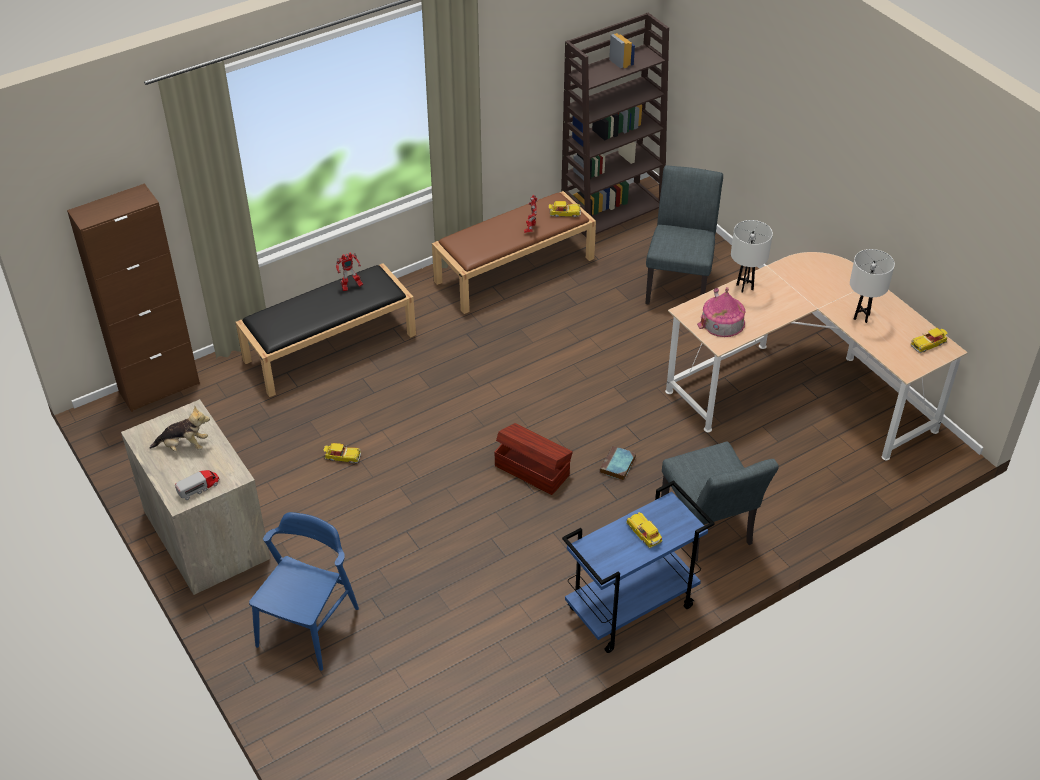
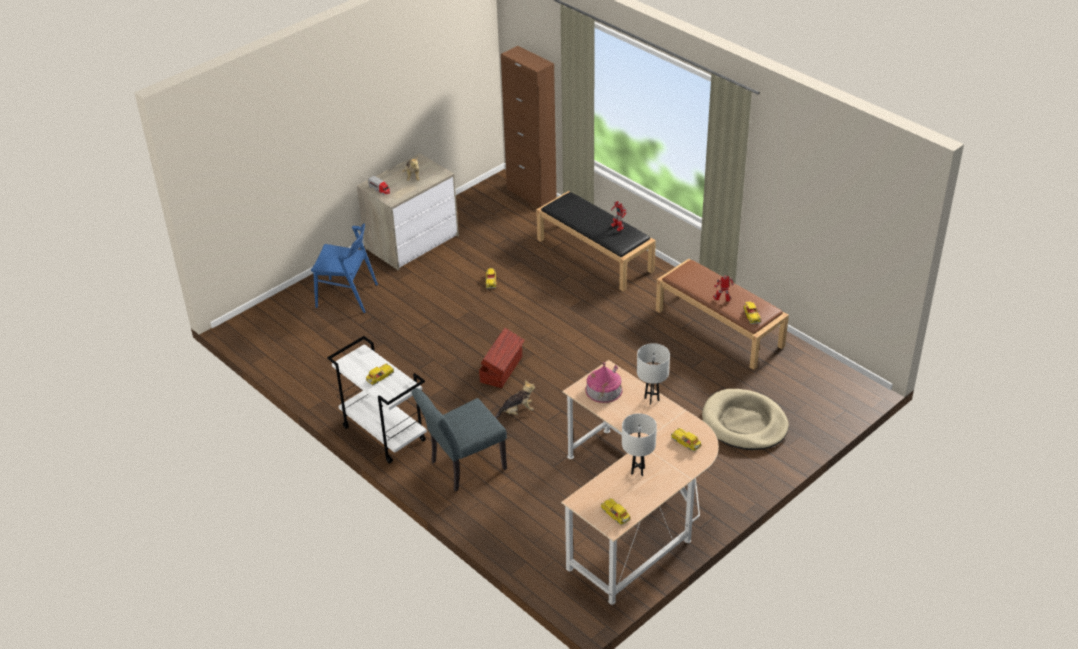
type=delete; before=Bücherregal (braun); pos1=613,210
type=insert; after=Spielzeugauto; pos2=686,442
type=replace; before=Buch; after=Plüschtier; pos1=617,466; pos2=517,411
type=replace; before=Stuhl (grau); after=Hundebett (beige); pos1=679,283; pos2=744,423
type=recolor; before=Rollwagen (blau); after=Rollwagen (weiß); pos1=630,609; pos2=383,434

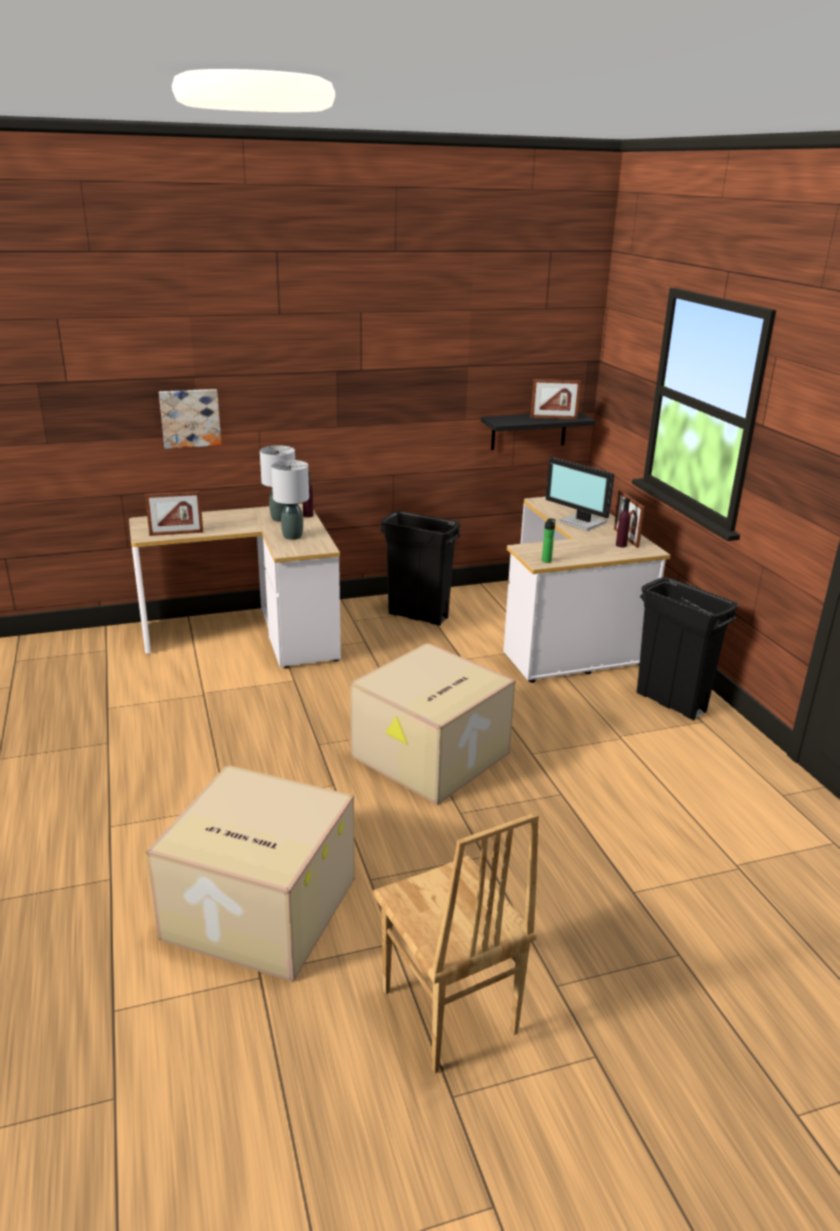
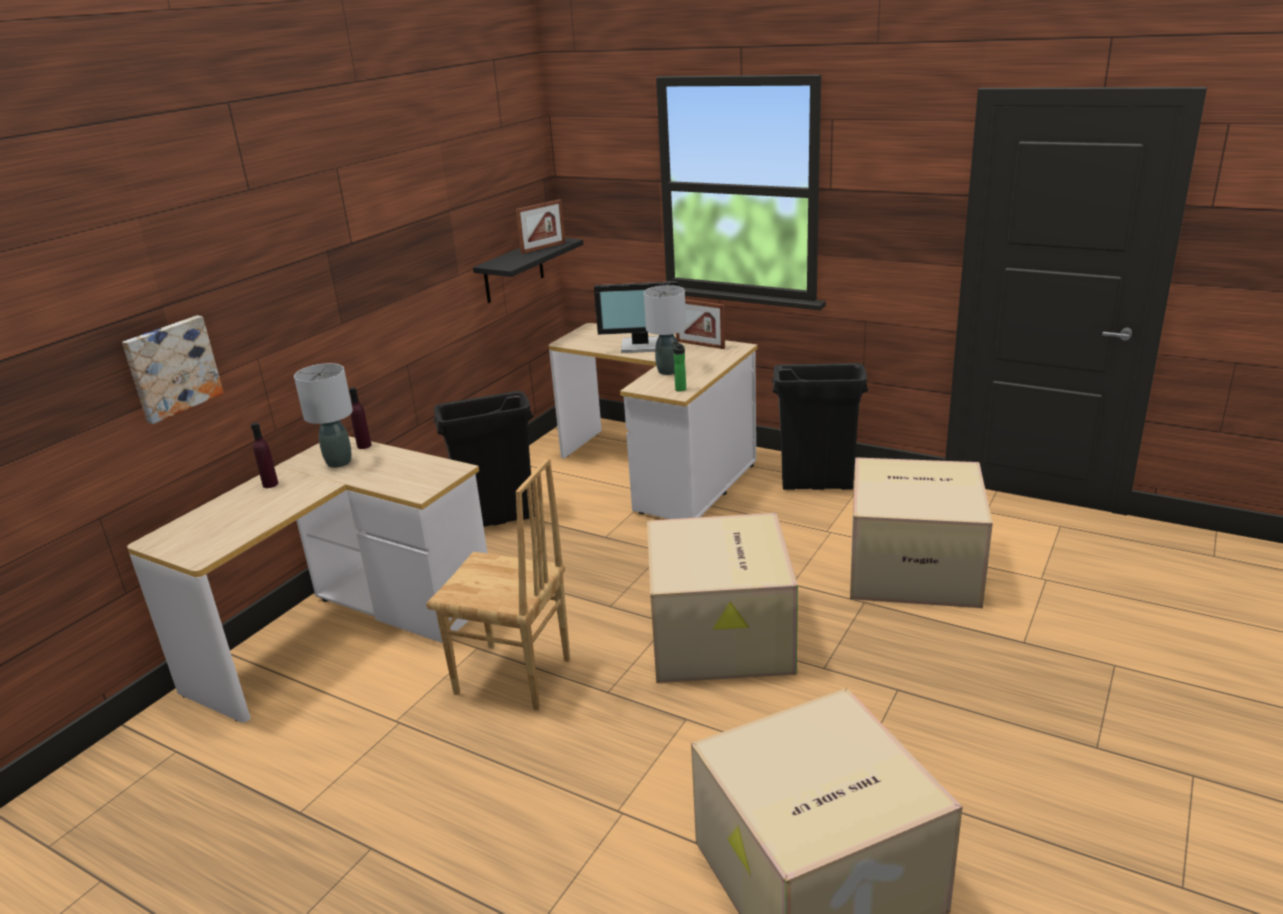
type=delete; before=Bilderrahmen; pos1=176,533
type=insert; after=Karton; pos2=915,567
type=move; before=Tischlampe (grau); pos1=293,536; pos2=668,371
type=move; before=Stuhl (braun); pos1=447,1013; pos2=513,678
type=move; before=Flasche (lila); pos1=621,545; pos2=270,484

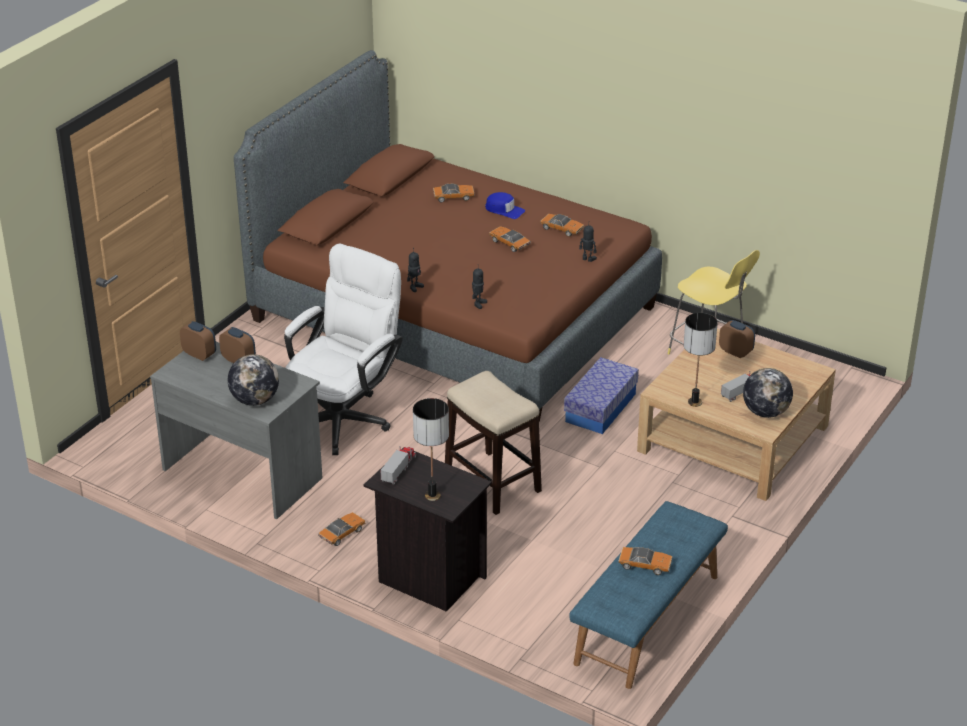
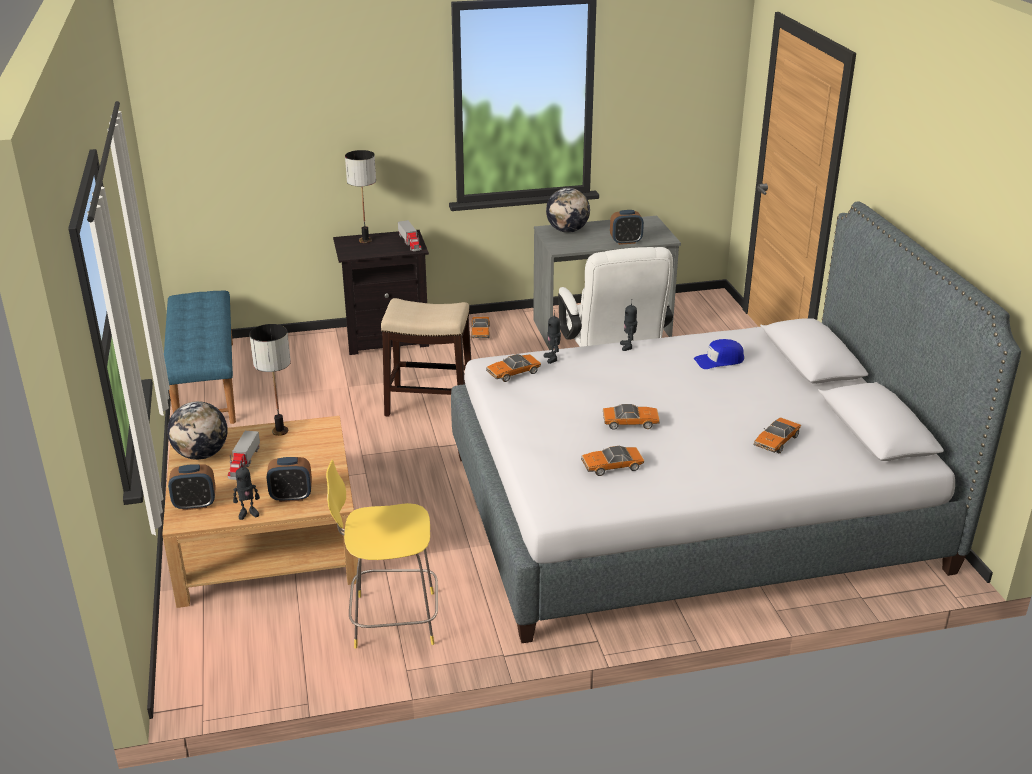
type=delete; before=Aufbewahrungsbox; pos1=600,407
type=move; before=Wecker; pos1=199,354; pos2=195,504
type=move; before=Kappe (blau); pos1=504,210; pos2=719,360
type=move; before=Spielzeugroboter; pos1=587,259; pos2=248,513
type=move; before=Spielzeugauto; pos1=645,565; pos2=513,373
type=recolor; before=Bett (braun); after=Bett (grau); pos1=452,313; pos2=691,510

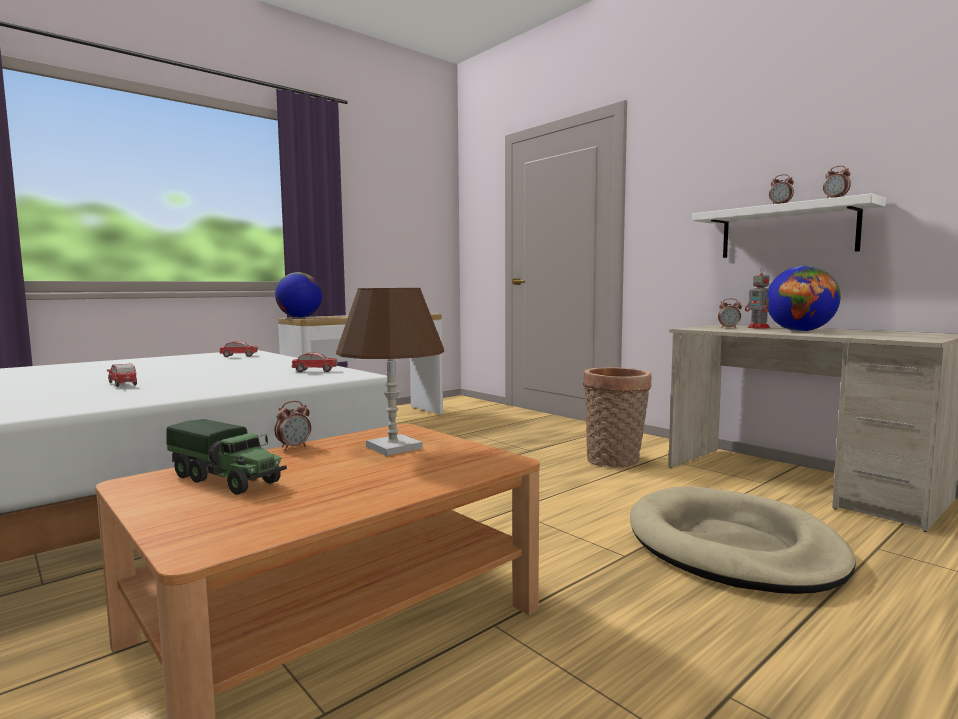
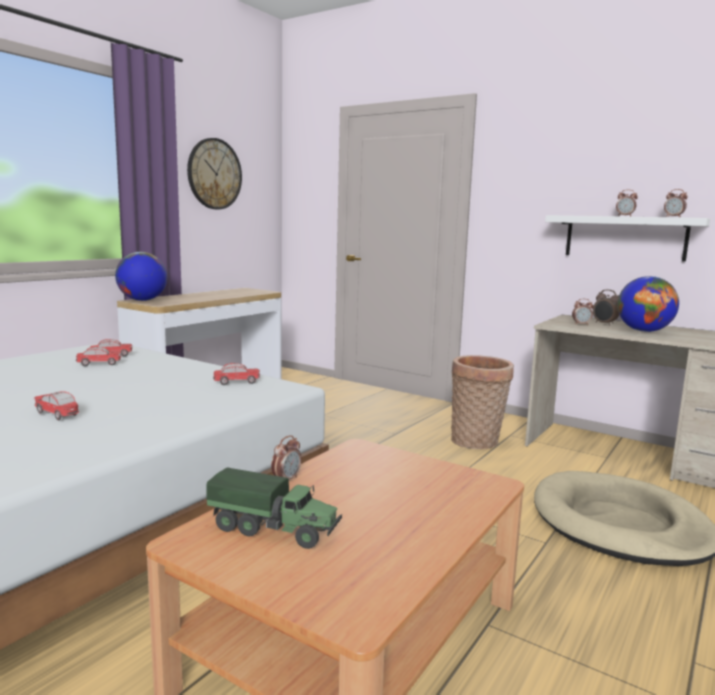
type=delete; before=Tischlampe (braun); pos1=393,447
type=insert; after=Spielzeugauto; pos2=98,364
type=insert; after=Wanduhr; pos2=214,174
type=replace; before=Spielzeugroboter; after=Wecker; pos1=759,328; pos2=604,324

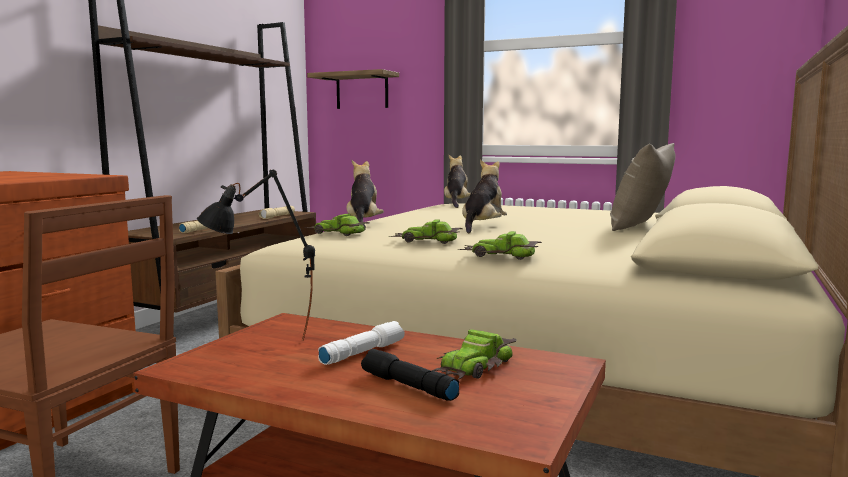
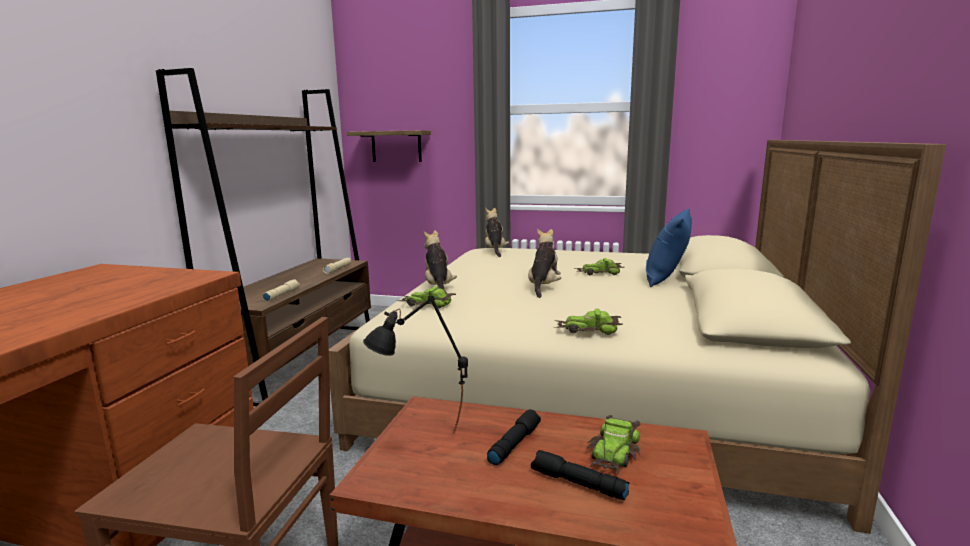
type=move; before=Spielzeugauto; pos1=426,241; pos2=599,273
type=recolor; before=Taschenlampe (weiß); after=Taschenlampe (schwarz); pos1=362,352; pos2=514,444
type=recolor; before=Kissen (beige); after=Kissen (blau); pos1=639,227; pos2=665,279

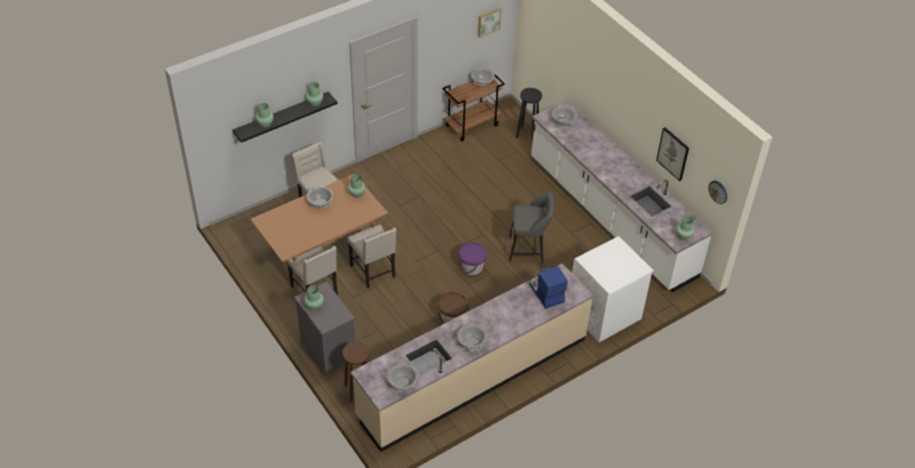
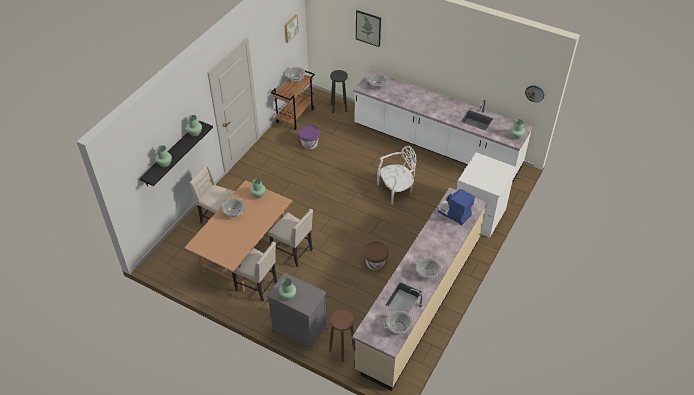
type=move; before=Eimer (lila); pos1=472,267; pos2=309,143
type=move; before=Bild; pos1=673,153; pos2=368,28
type=replace; before=Hocker (grau); after=Stuhl (weiß); pos1=529,249; pos2=396,190

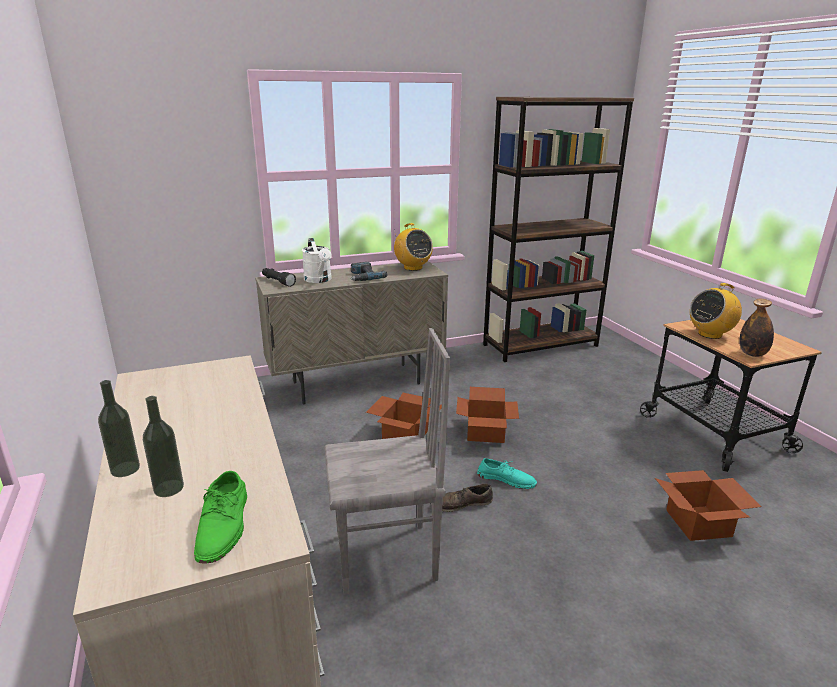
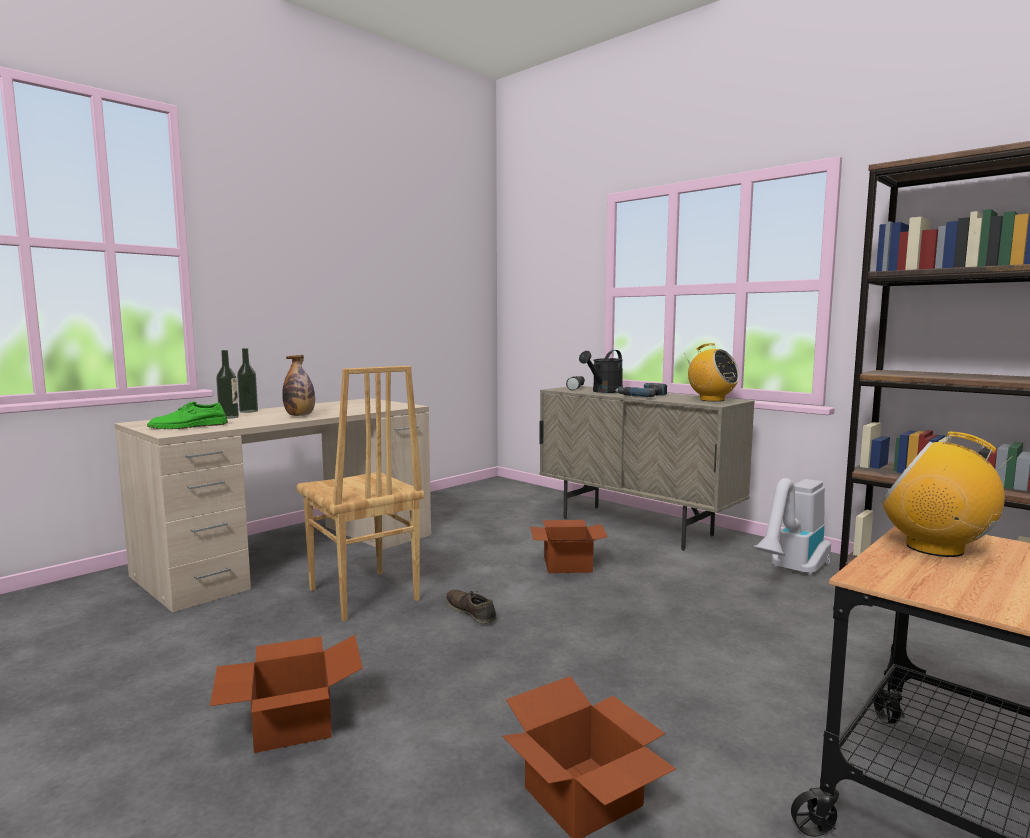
type=delete; before=Schuh (türkis); pos1=506,479
type=insert; after=Staubsauger; pos2=793,572
type=move; before=Karton; pos1=484,433; pos2=290,723
type=move; before=Flasche; pos1=752,354; pos2=300,415
type=recolor; before=Gießkanne (weiß); after=Gießkanne (schwarz); pos1=319,280; pos2=604,391
type=recolor; before=Stuhl (grau); after=Stuhl (braun); pos1=387,559; pos2=362,595
type=rotate; before=Radio; pos1=412,268; pos2=711,400; turn=-75

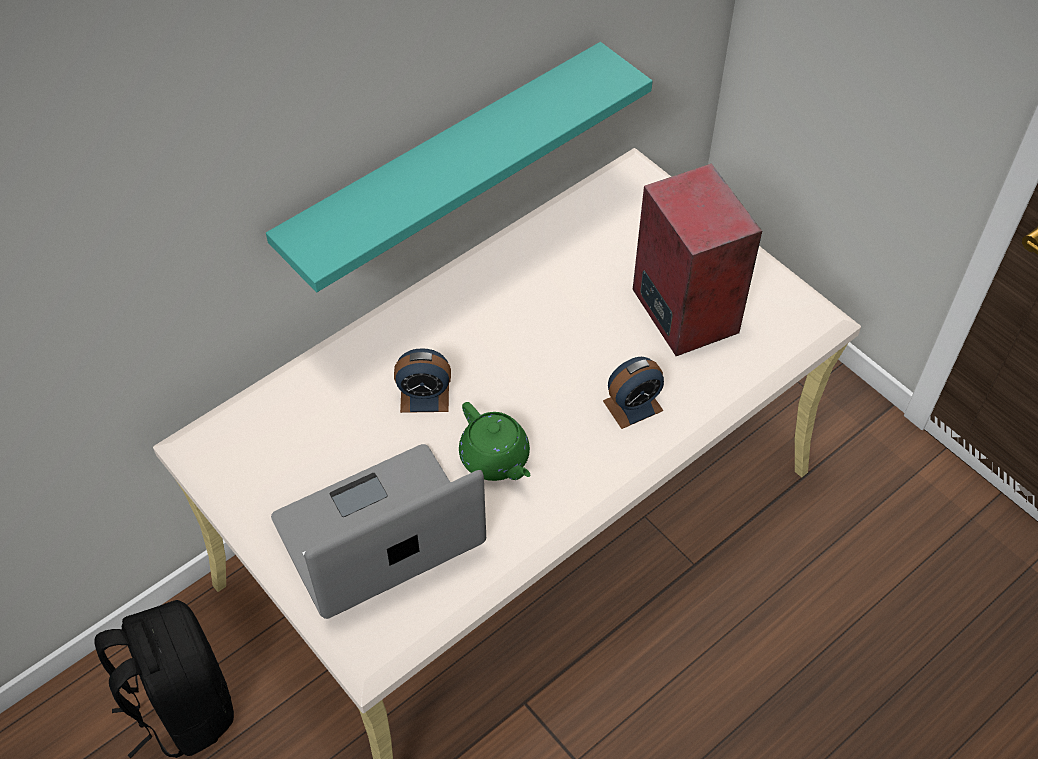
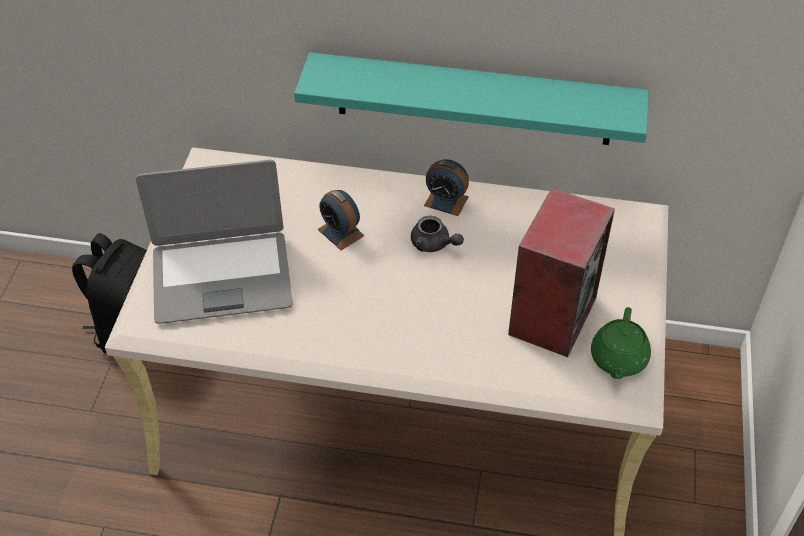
type=insert; after=Teekanne (grau); pos2=434,244
type=move; before=Teekanne (grün); pos1=495,459; pos2=618,360
type=move; before=Wecker; pos1=632,405; pos2=446,201
type=rotate; before=Laptop; pos1=379,535; pos2=222,277; turn=150

